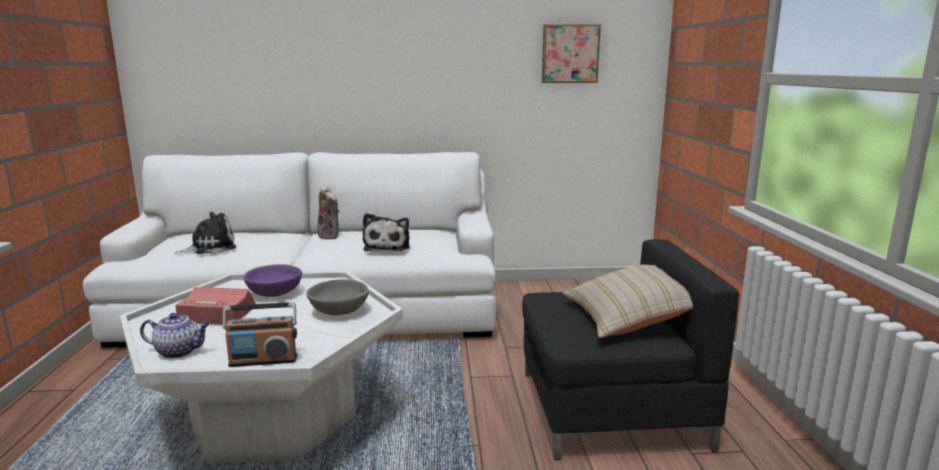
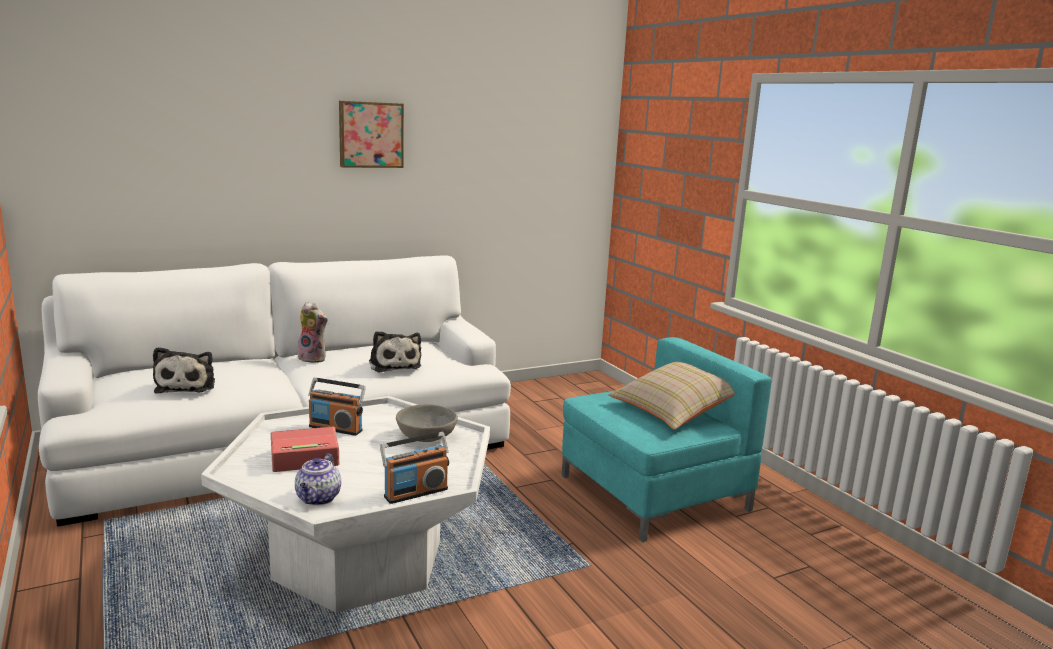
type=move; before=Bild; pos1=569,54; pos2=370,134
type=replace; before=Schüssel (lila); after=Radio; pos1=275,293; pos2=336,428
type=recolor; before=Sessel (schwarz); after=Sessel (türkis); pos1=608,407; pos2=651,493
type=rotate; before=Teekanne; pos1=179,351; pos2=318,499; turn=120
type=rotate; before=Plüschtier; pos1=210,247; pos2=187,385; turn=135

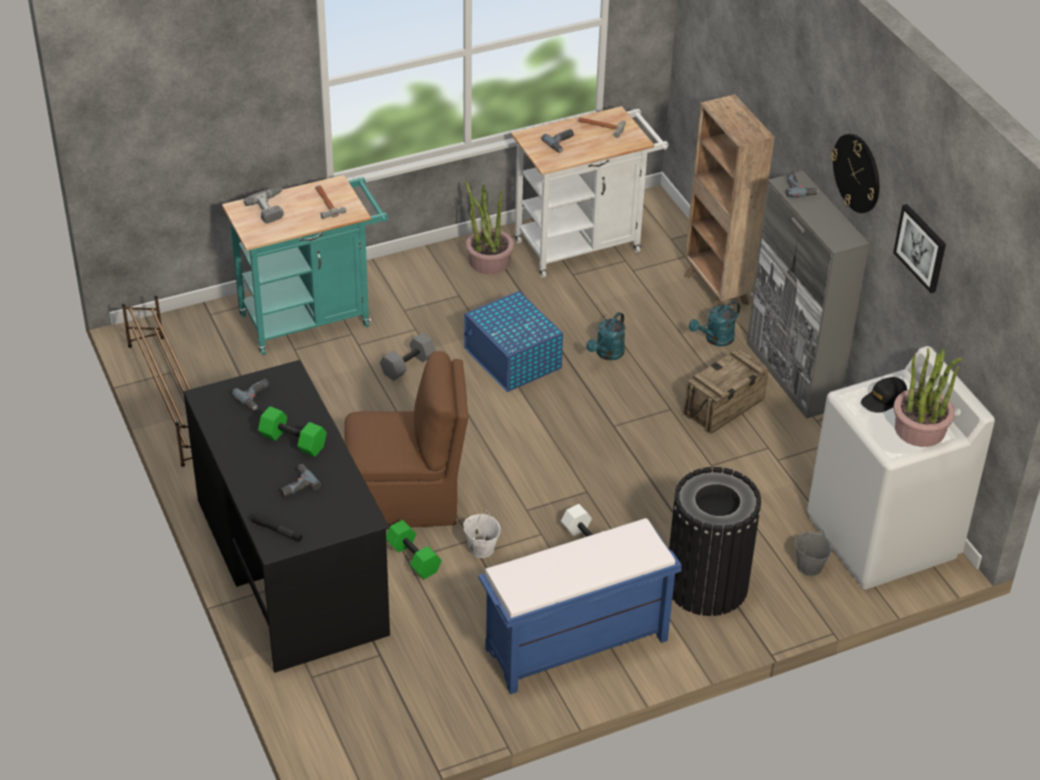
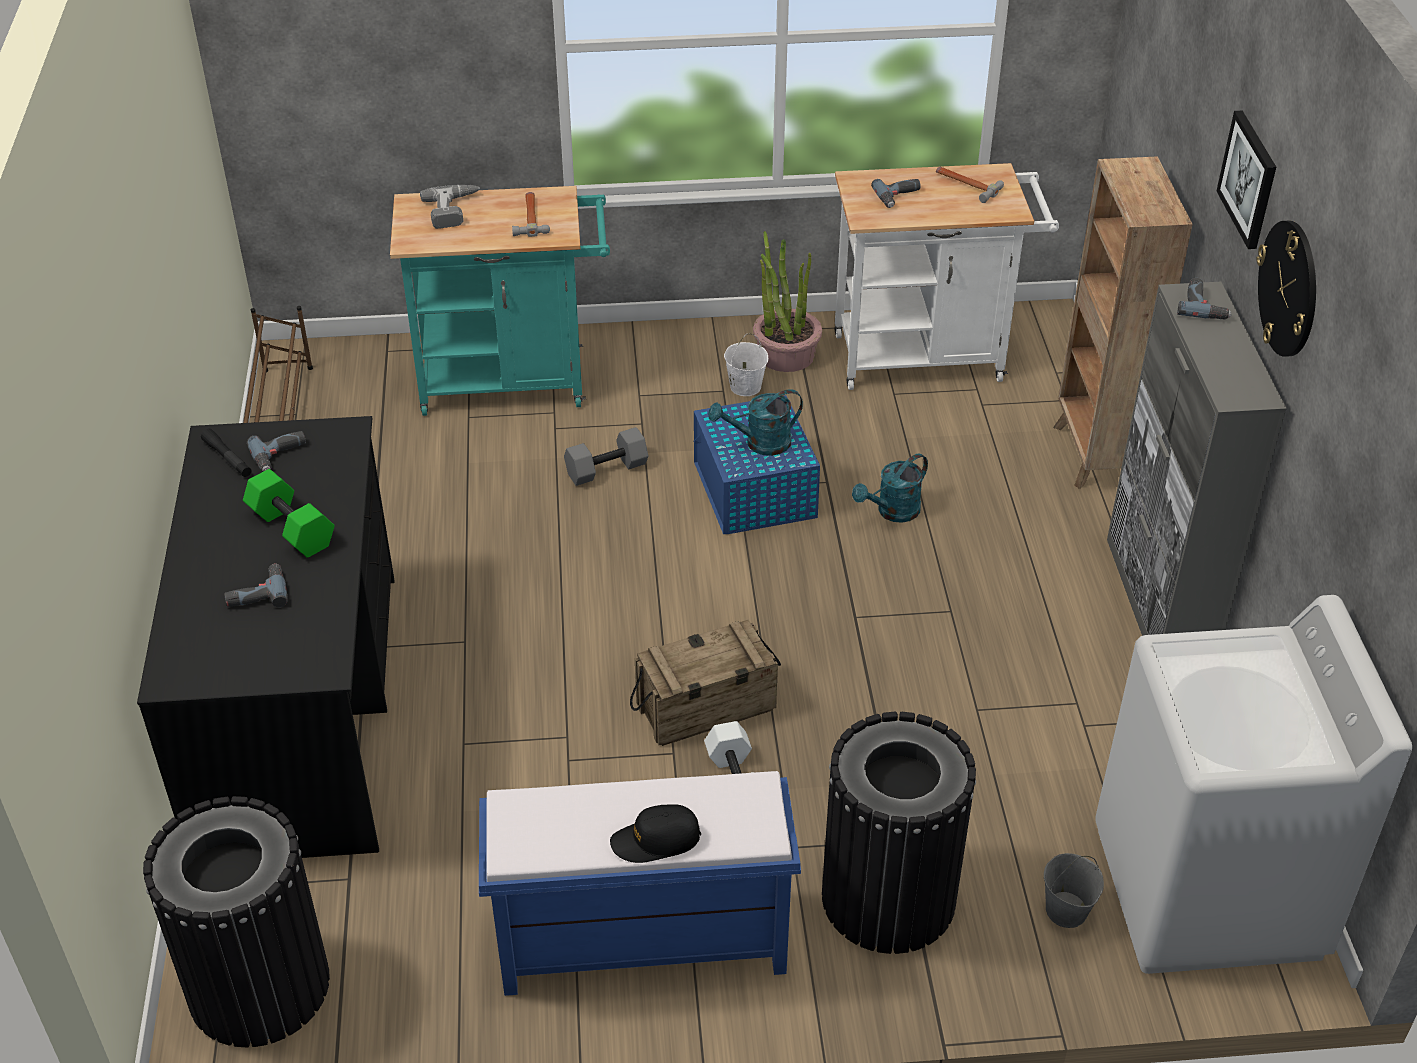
type=delete; before=Stuhl (braun); pos1=405,499
type=delete; before=Hantel (grün); pos1=412,558
type=delete; before=Topfpflanze; pos1=920,429
type=insert; after=Mülleimer (schwarz); pos2=258,986
type=move; before=Taschenlampe (schwarz); pos1=277,531; pos2=228,458
type=move; before=Eimer (weiß); pos1=481,548; pos2=745,386
type=move; before=Kiste; pos1=724,407; pos2=706,708
type=move; before=Gießkanne (türkis); pos1=715,339; pos2=760,444
type=move; before=Kappe (schwarz); pos1=883,399; pos2=656,840
type=move; before=Bild; pos1=921,247; pos2=1249,179

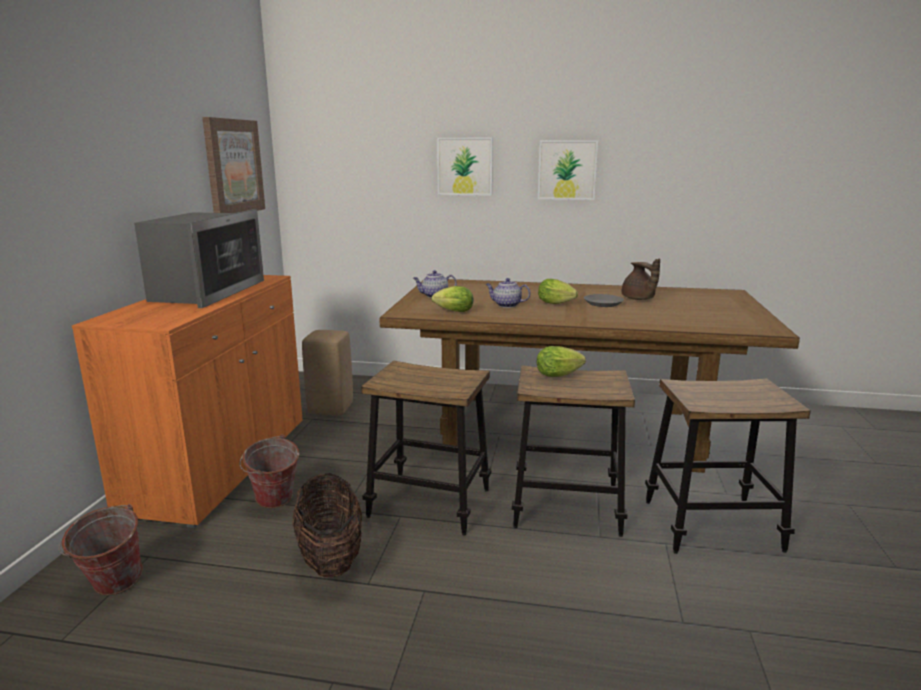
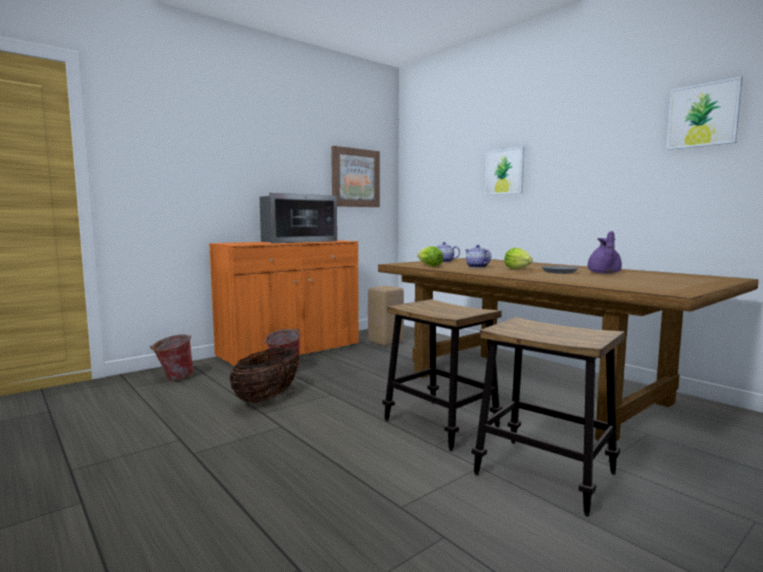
type=delete; before=Hocker; pos1=429,503
type=delete; before=Salatkopf; pos1=560,375
type=move; before=Bild; pos1=567,170; pos2=703,115
type=recolor; before=Teekanne (braun); after=Teekanne (lila); pos1=638,299; pos2=603,273

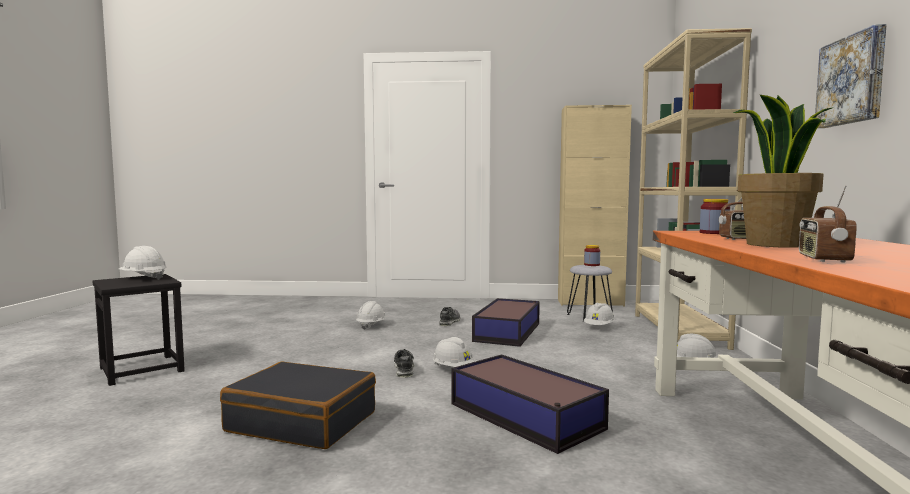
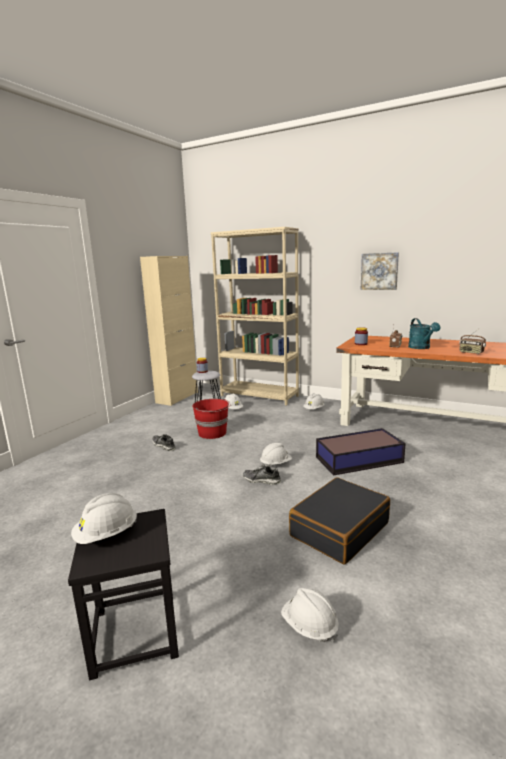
type=move; before=Schutzhelm (weiß); pos1=371,325; pos2=309,626
type=replace; before=Aufbewahrungsbox; after=Eimer (rot); pos1=508,332; pos2=213,433
type=replace; before=Topfpflanze; after=Gießkanne (türkis); pos1=775,245; pos2=421,348

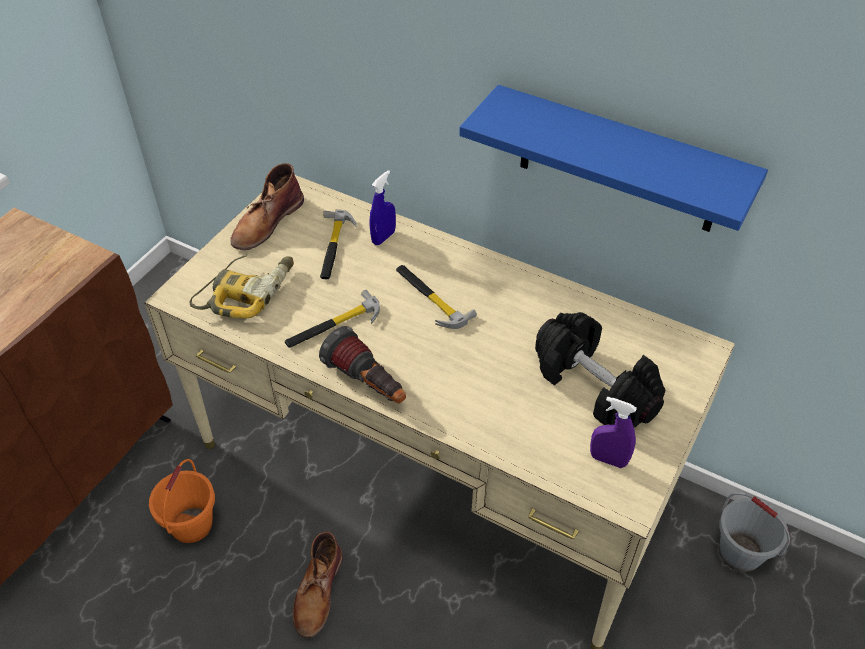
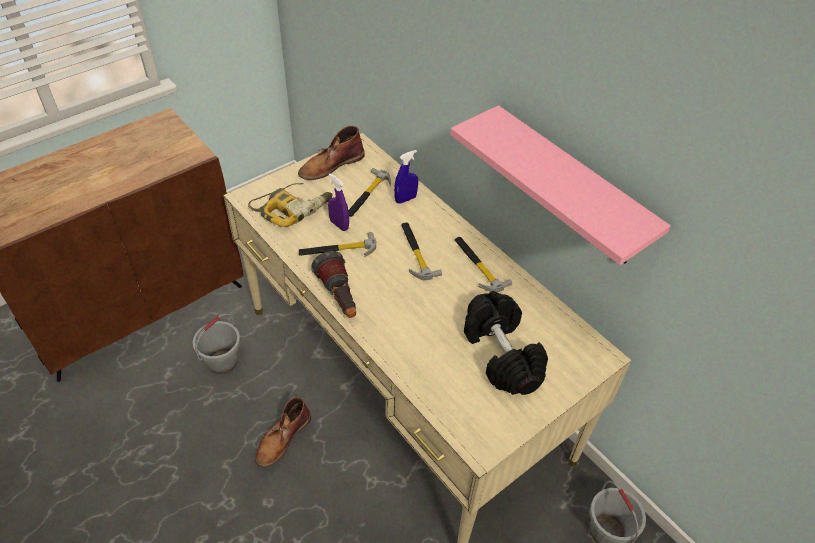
type=insert; after=Hammer; pos2=477,265
type=move; before=Sprühflasche (lila); pos1=608,459; pos2=339,225
type=recolor; before=Eimer (orange); after=Eimer (grau); pos1=192,525; pos2=222,362
type=recolor; before=Wandregal (blau); after=Wandregal (rosa); pos1=619,161; pos2=570,188

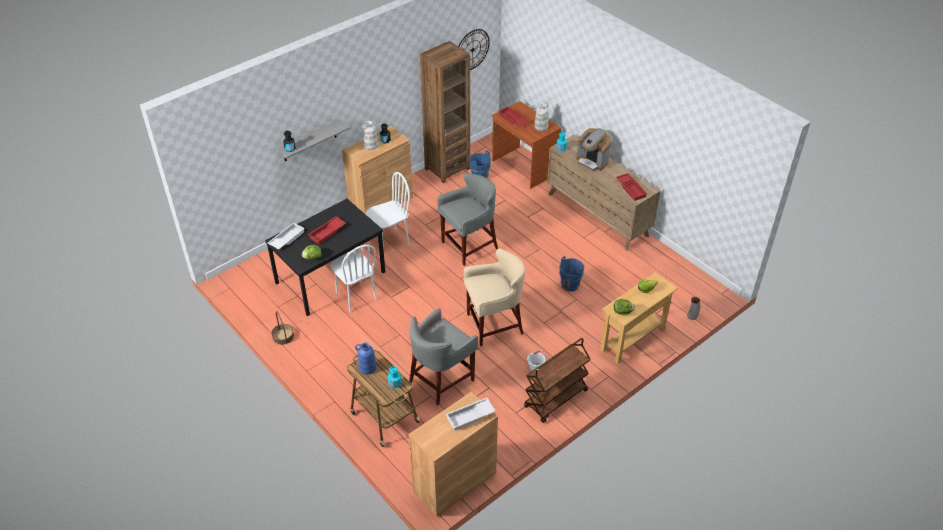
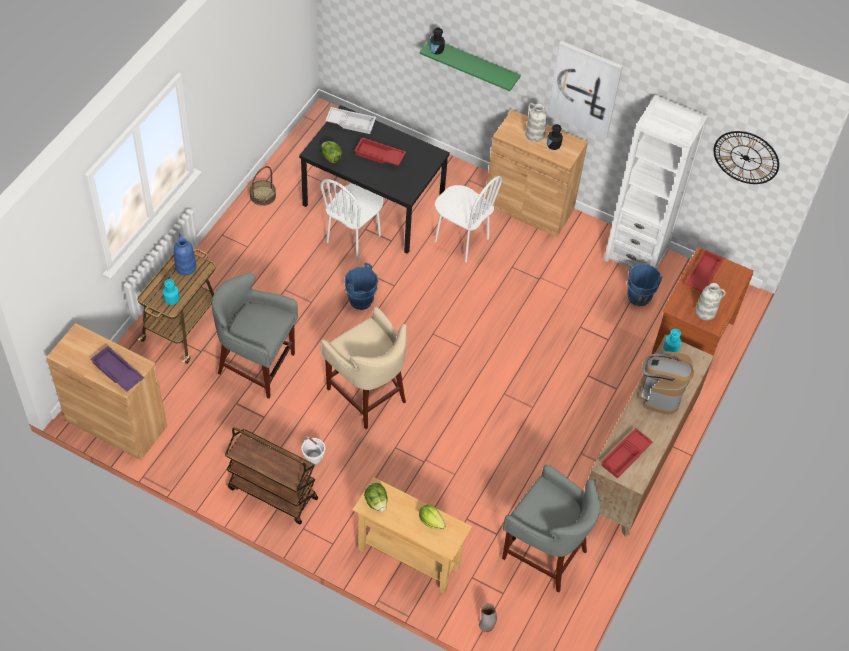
type=insert; after=Bild; pos2=584,89
type=move; before=Hocker (grau); pos1=469,246; pos2=544,552
type=move; before=Eimer (blau); pos1=570,285; pos2=361,301
type=recolor; before=Wandregal (grau); after=Wandregal (grün); pos1=309,141; pos2=474,65
type=recolor; before=Bücherregal (braun); after=Bücherregal (weiß); pos1=447,168; pos2=636,255
type=recolor; before=Tablett (weiß); after=Tablett (lila); pos1=470,417; pos2=117,372

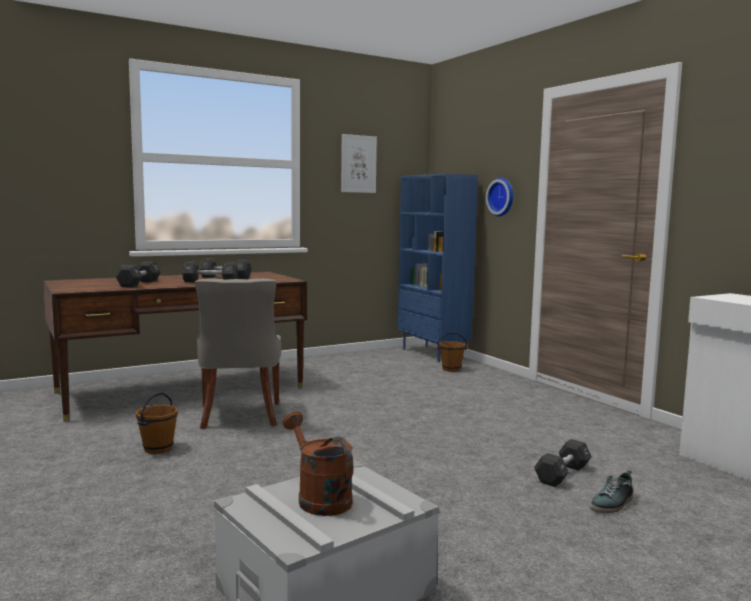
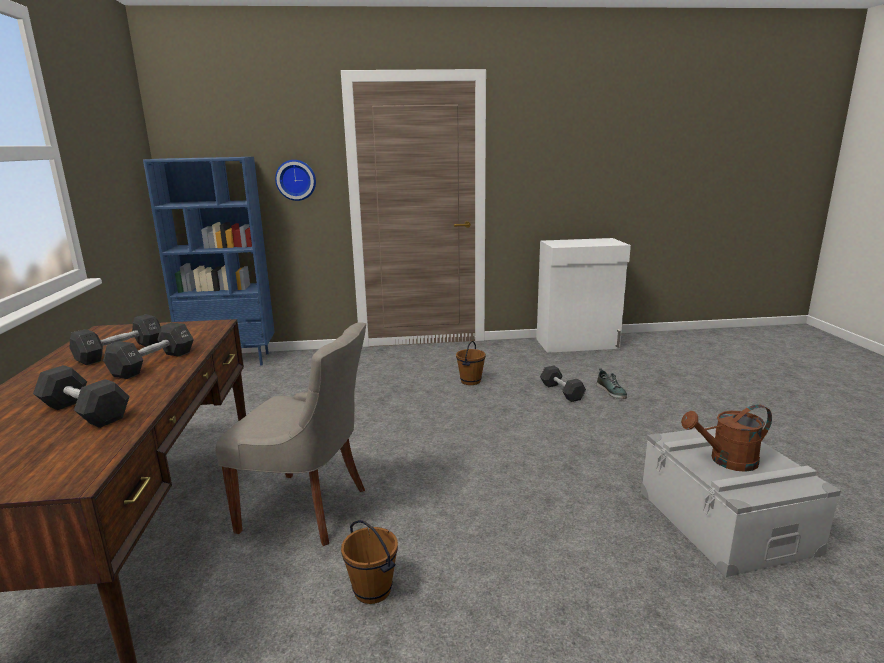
type=delete; before=Bild; pos1=358,164
type=move; before=Eimer (braun); pos1=451,369; pos2=470,381

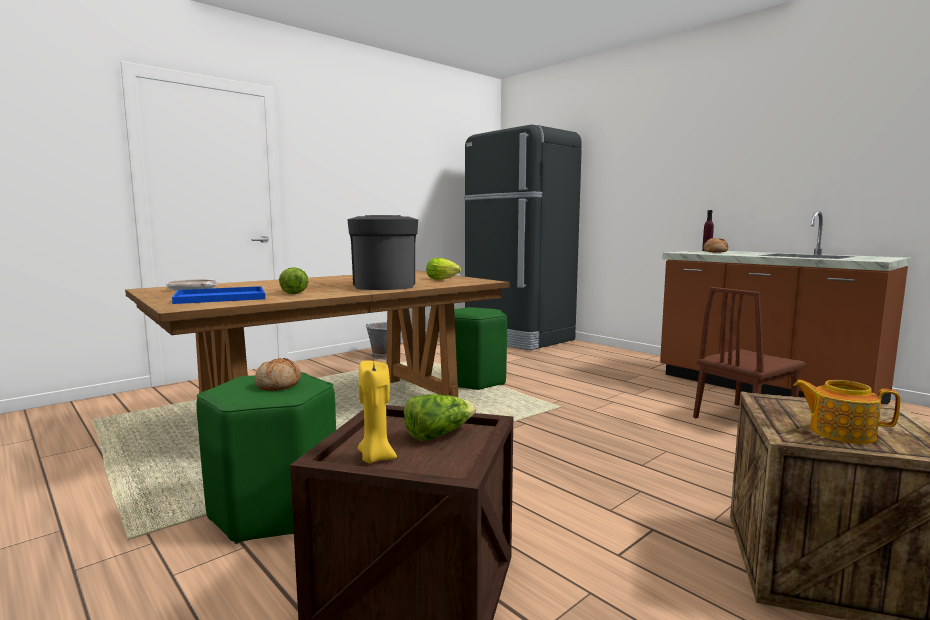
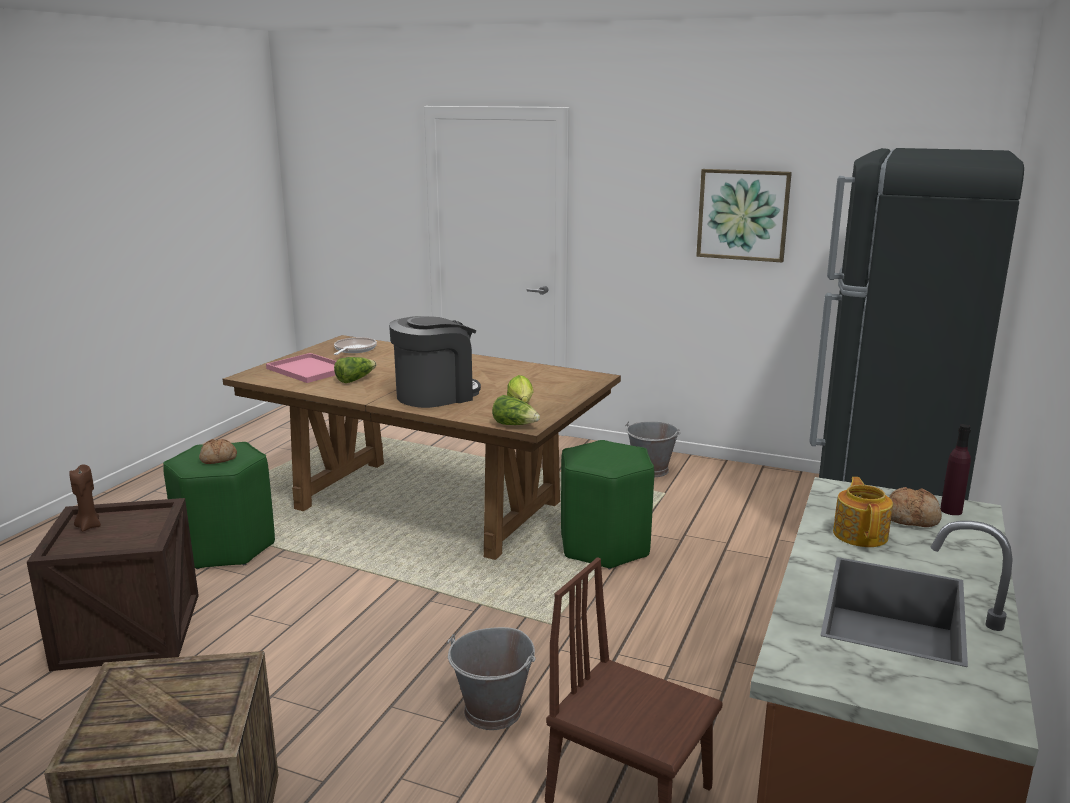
type=insert; after=Eimer (grau); pos2=493,711
type=insert; after=Bild; pos2=743,215
type=move; before=Salatkopf; pos1=438,434; pos2=515,425
type=move; before=Teekanne; pos1=840,432; pos2=860,534
type=recolor; before=Tablett (blau); after=Tablett (rosa); pos1=218,297; pos2=307,369
type=recolor; before=Kerze (gelb); after=Kerze (braun); pos1=375,458; pos2=88,526

